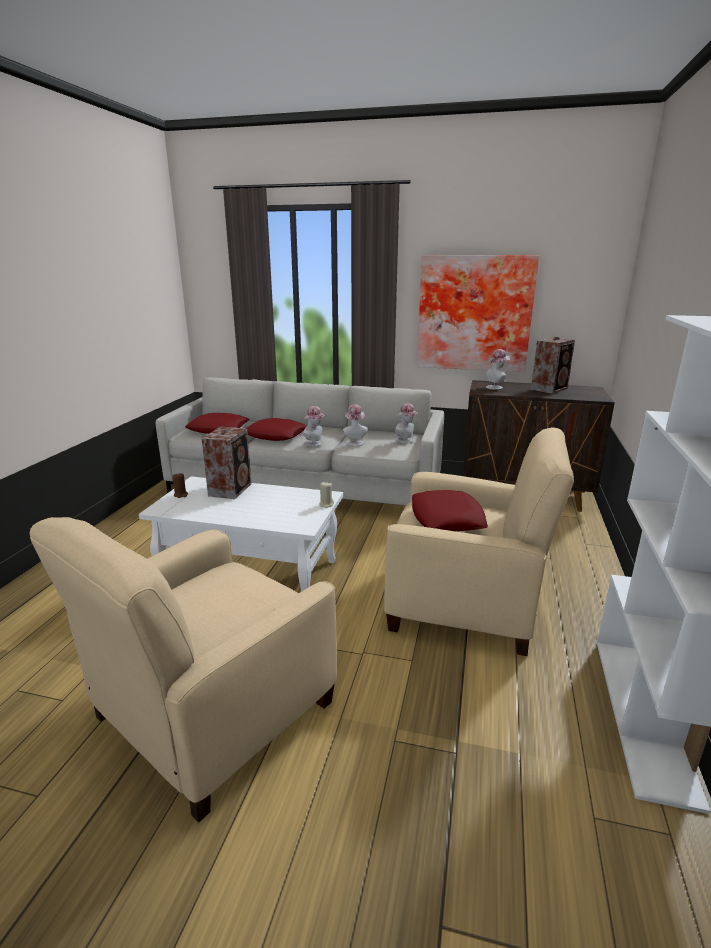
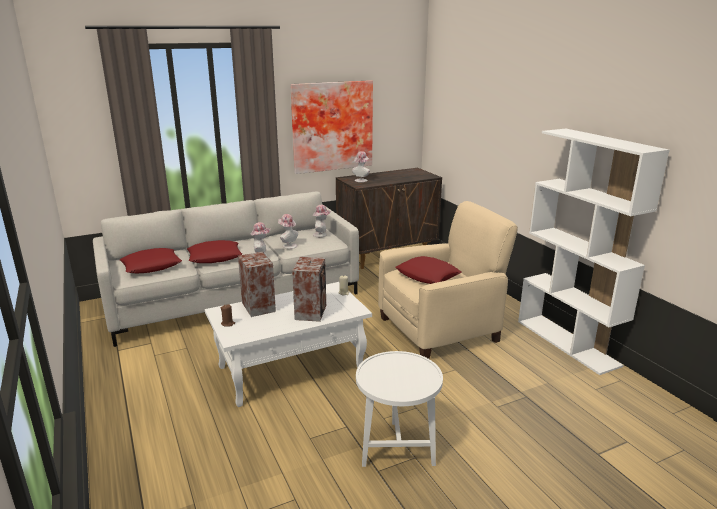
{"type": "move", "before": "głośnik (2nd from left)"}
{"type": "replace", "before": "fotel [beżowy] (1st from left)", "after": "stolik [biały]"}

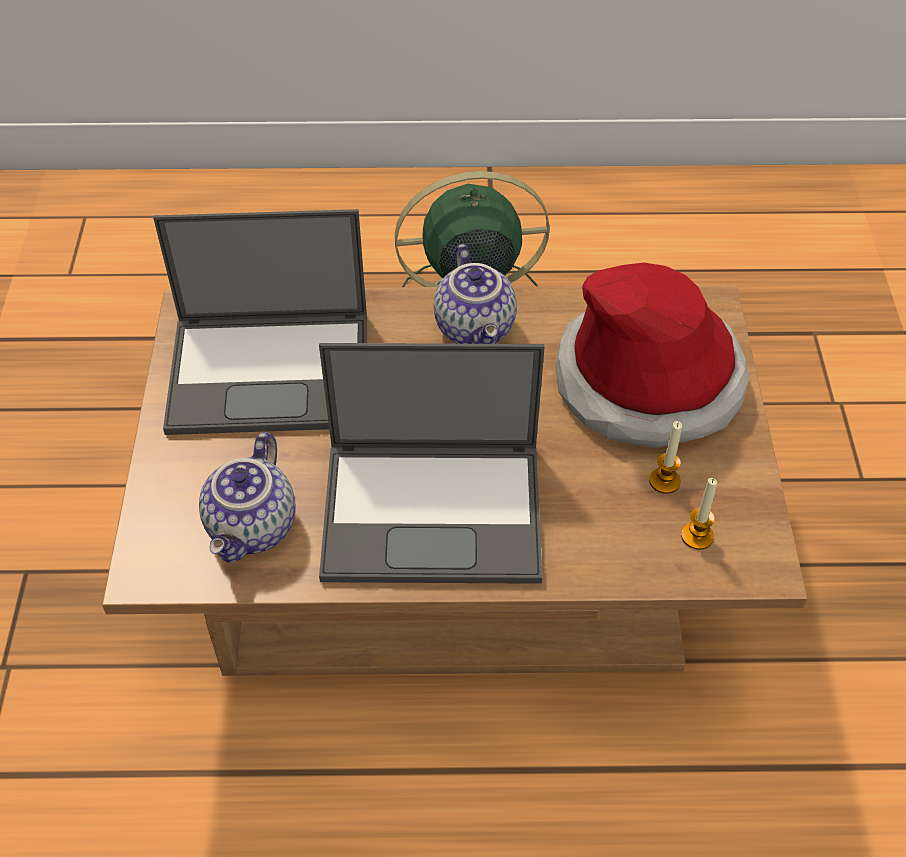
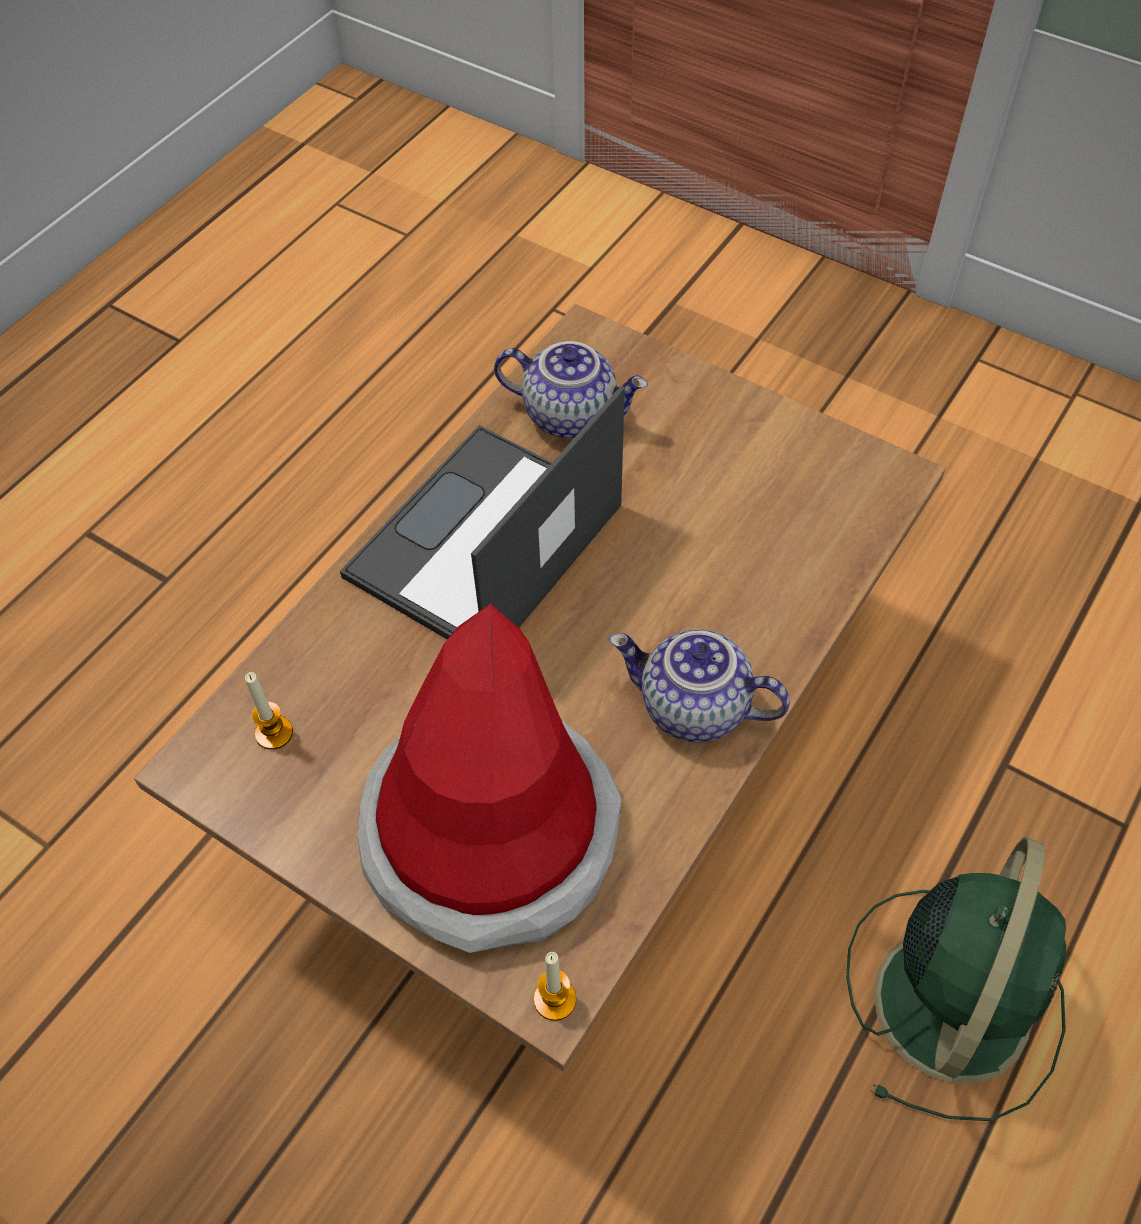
{"type": "rotate", "before": "imbryk (1st from left)", "turn": 150}
{"type": "move", "before": "świeca (1st from left in the first image)", "after": "świeca (2nd from left)"}
{"type": "delete", "before": "laptop (1st from left)"}

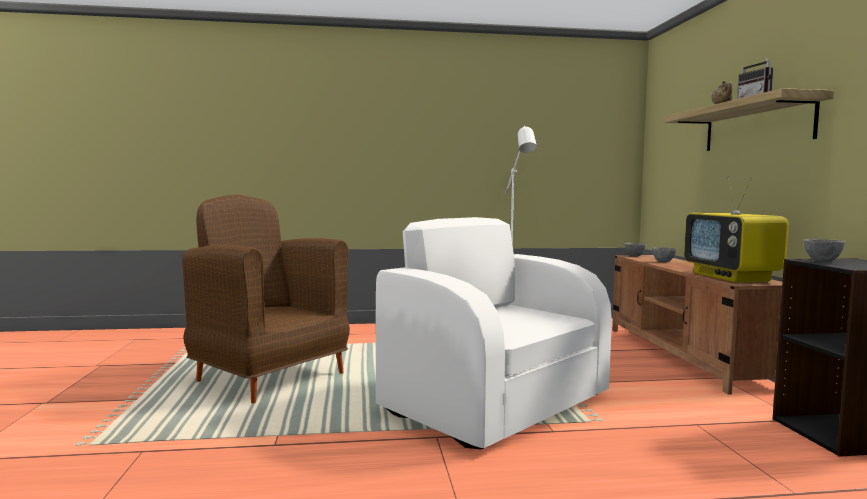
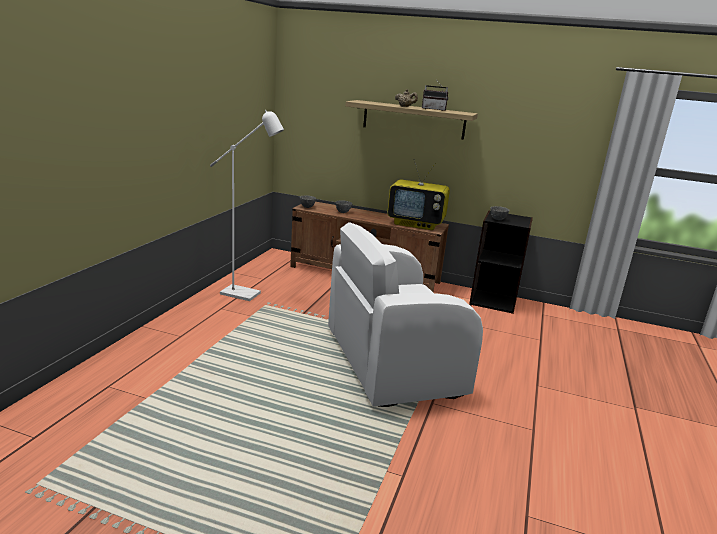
{"type": "delete", "before": "fotel [brązowy]"}

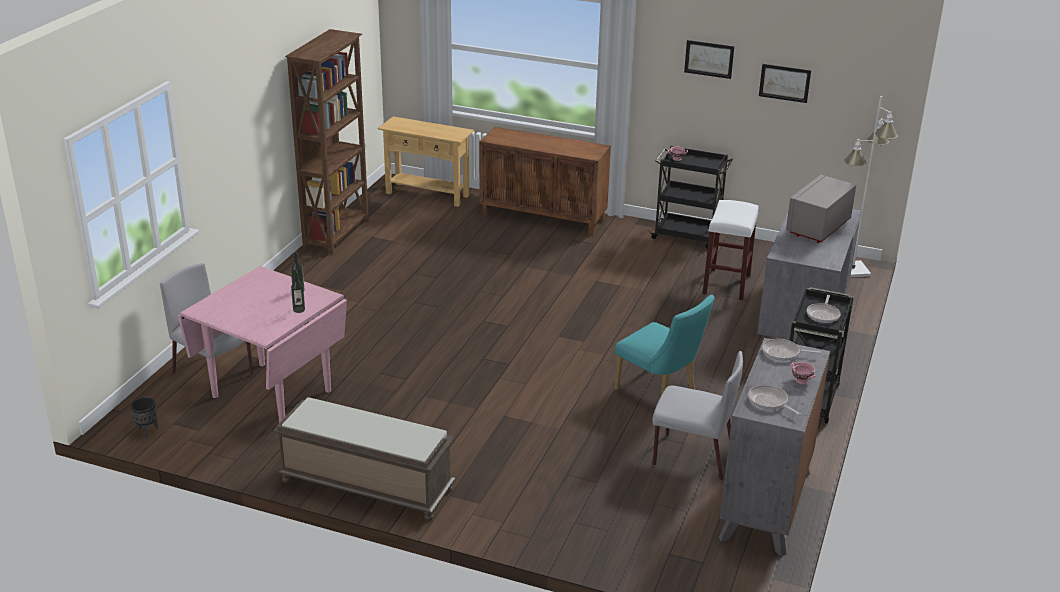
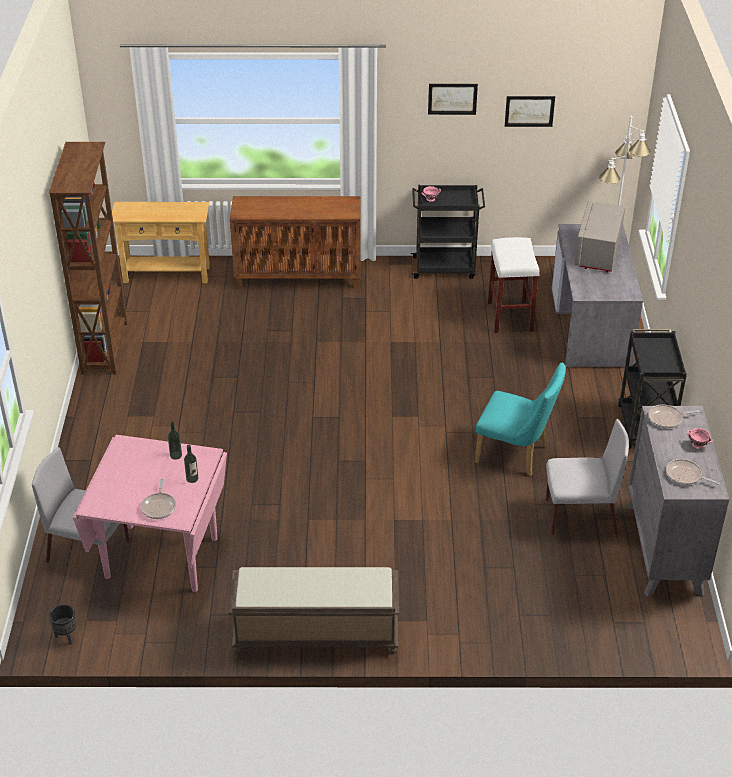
{"type": "move", "before": "patelnia (3rd from left in the first image)", "after": "patelnia (1st from left)"}

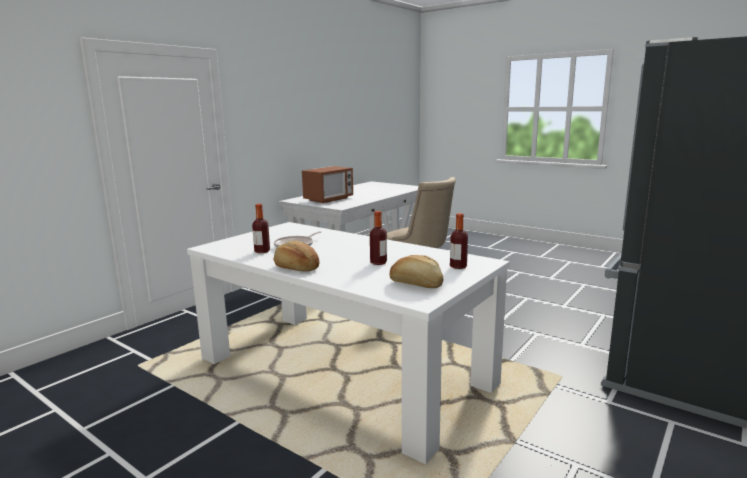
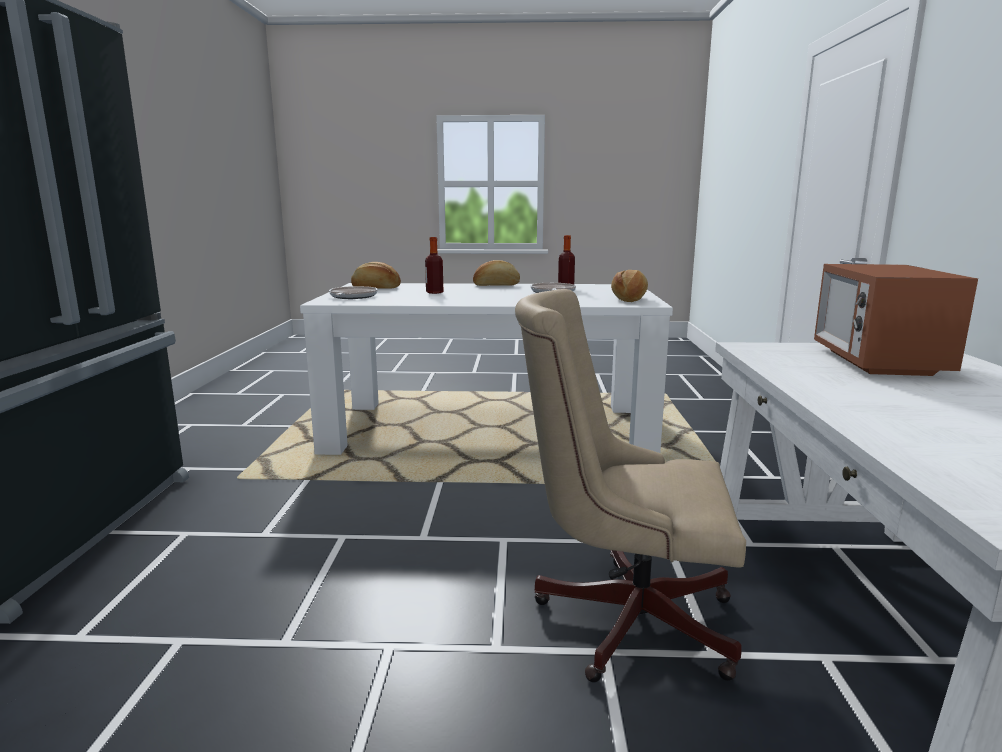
{"type": "replace", "before": "butelka (3rd from left)", "after": "patelnia (1st from left)"}
{"type": "insert", "after": "chleb (3rd from left)"}

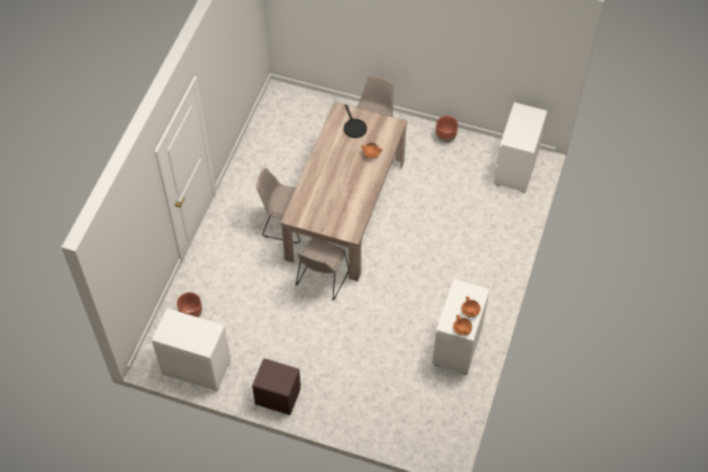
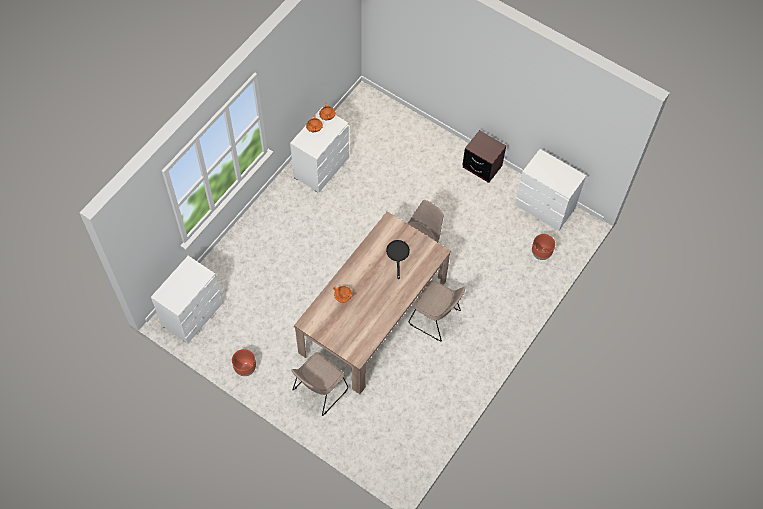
{"type": "move", "before": "patelnia [czarny]"}

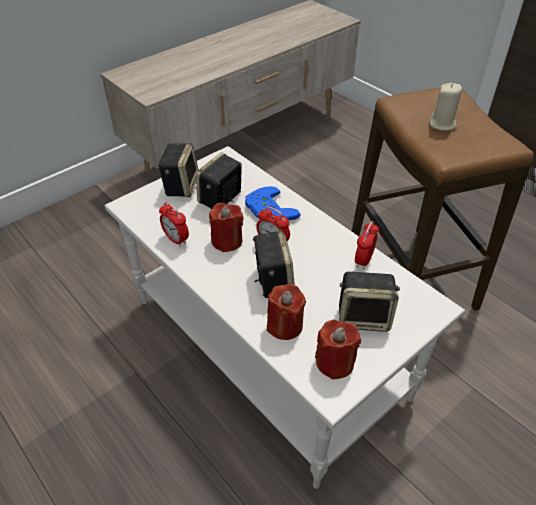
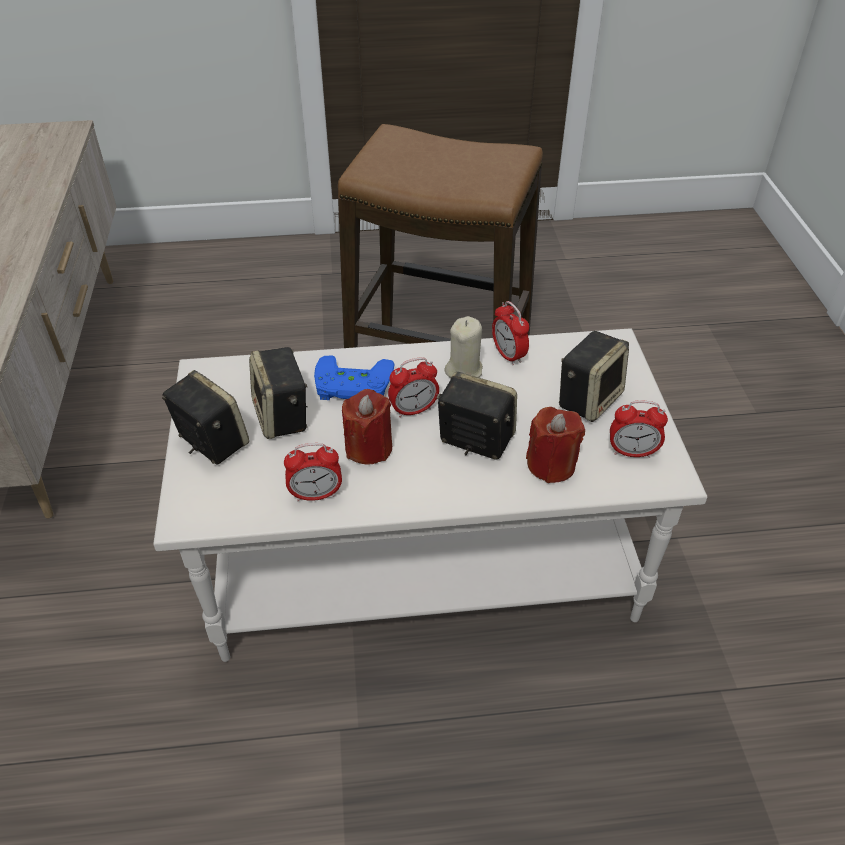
{"type": "move", "before": "świeca [beżowy]"}
{"type": "replace", "before": "świeca [czerwony] (3rd from left)", "after": "budzik (4th from left)"}

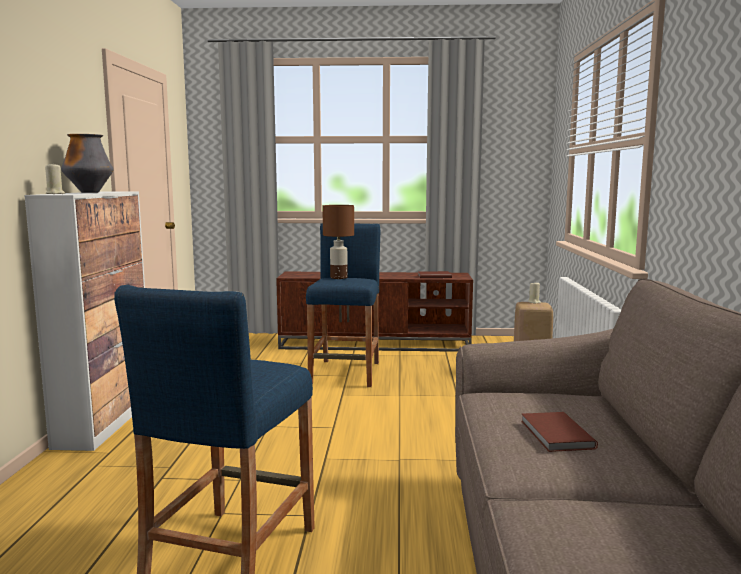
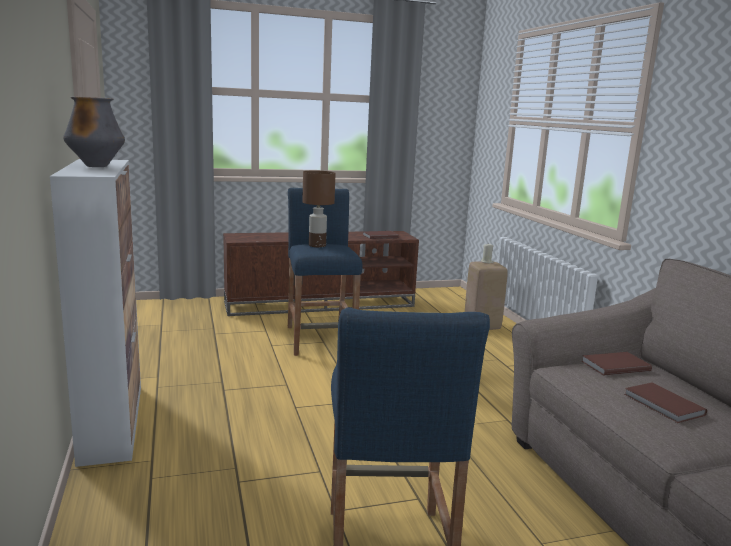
{"type": "insert", "after": "książka [brązowy] (2nd from left)"}
{"type": "delete", "before": "świeca [beżowy] (1st from left)"}

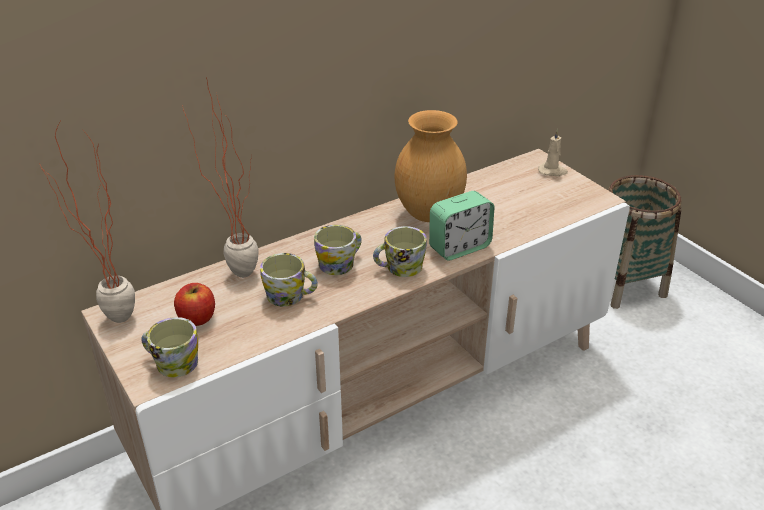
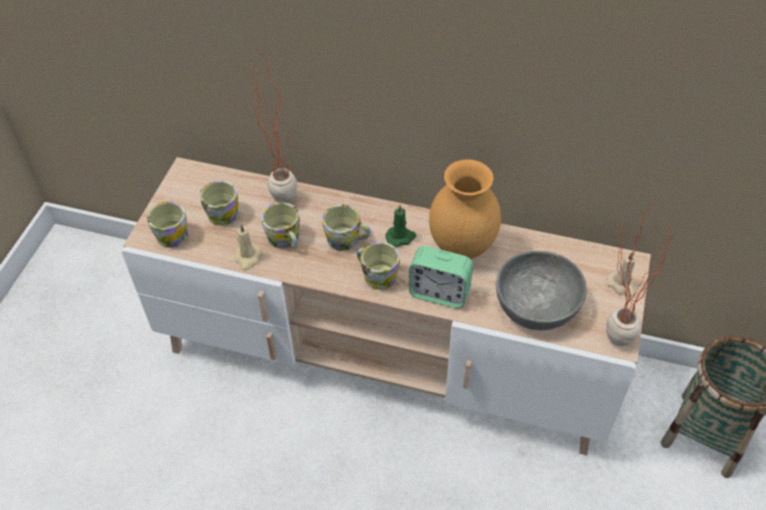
{"type": "replace", "before": "jabłko", "after": "kubek (2nd from left)"}
{"type": "insert", "after": "świeca [beżowy] (1st from left)"}
{"type": "insert", "after": "świeca [zielony]"}
{"type": "insert", "after": "miska [szary]"}
{"type": "move", "before": "roślina doniczkowa (1st from left in the first image)", "after": "roślina doniczkowa (2nd from left)"}

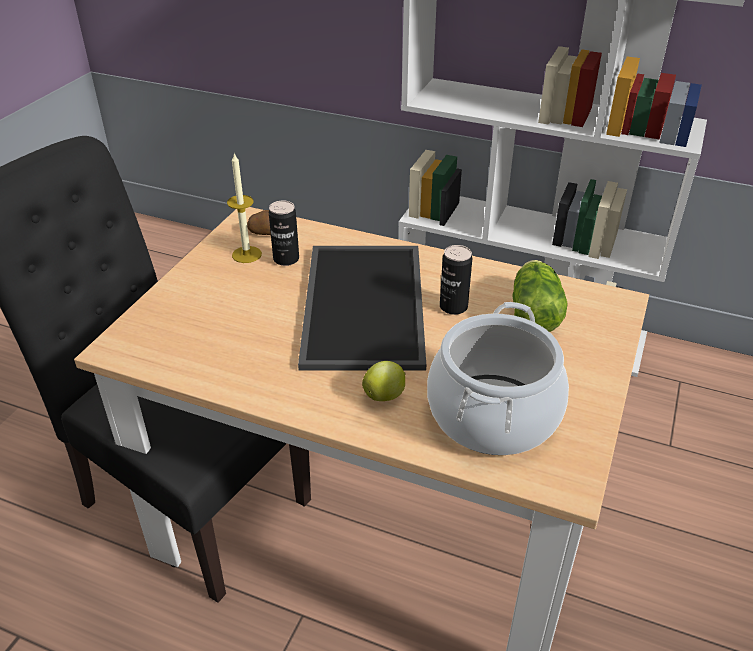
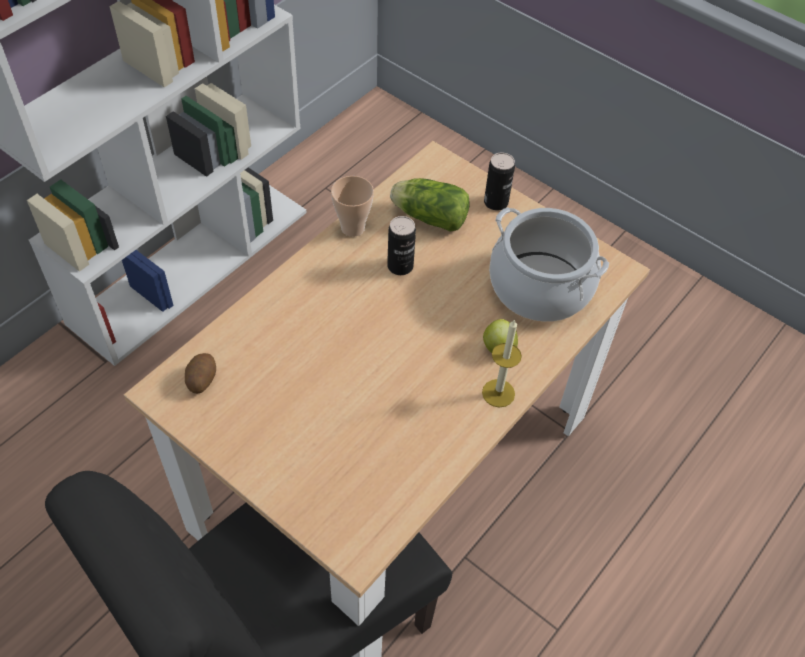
{"type": "insert", "after": "filiżanka"}
{"type": "move", "before": "świeca"}
{"type": "move", "before": "puszka (1st from left in the first image)", "after": "puszka (2nd from left)"}
{"type": "delete", "before": "taca"}

